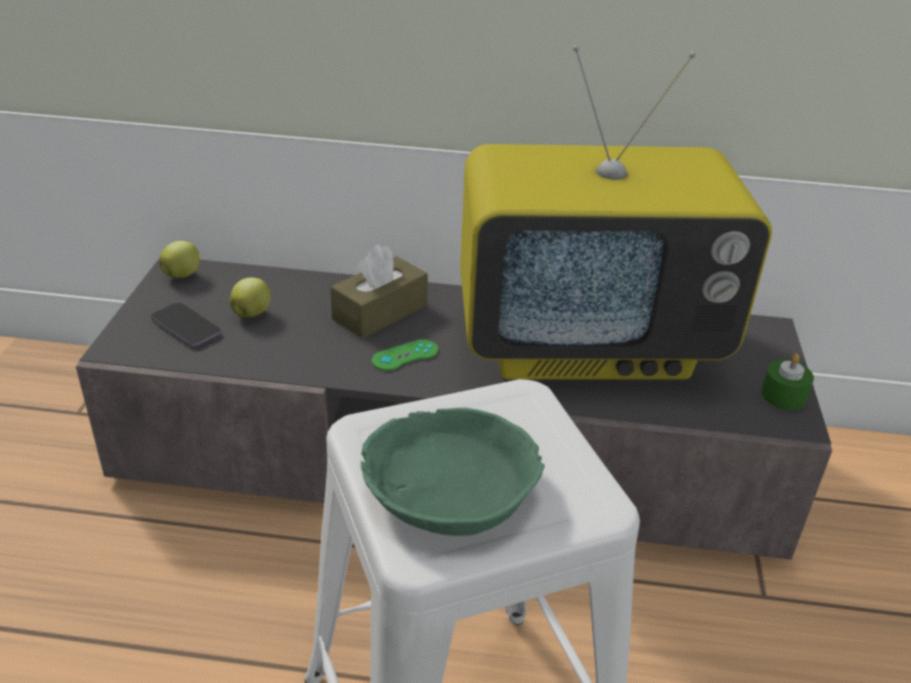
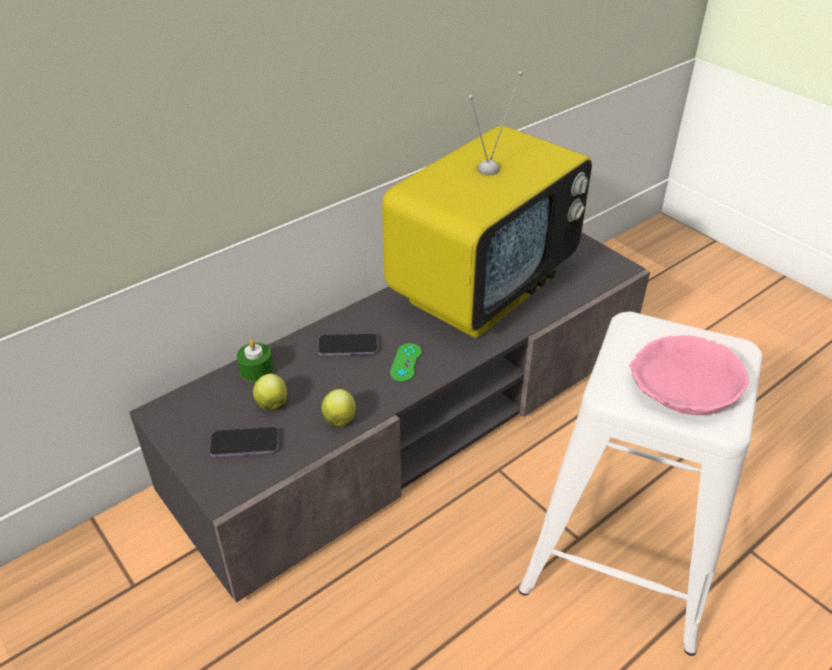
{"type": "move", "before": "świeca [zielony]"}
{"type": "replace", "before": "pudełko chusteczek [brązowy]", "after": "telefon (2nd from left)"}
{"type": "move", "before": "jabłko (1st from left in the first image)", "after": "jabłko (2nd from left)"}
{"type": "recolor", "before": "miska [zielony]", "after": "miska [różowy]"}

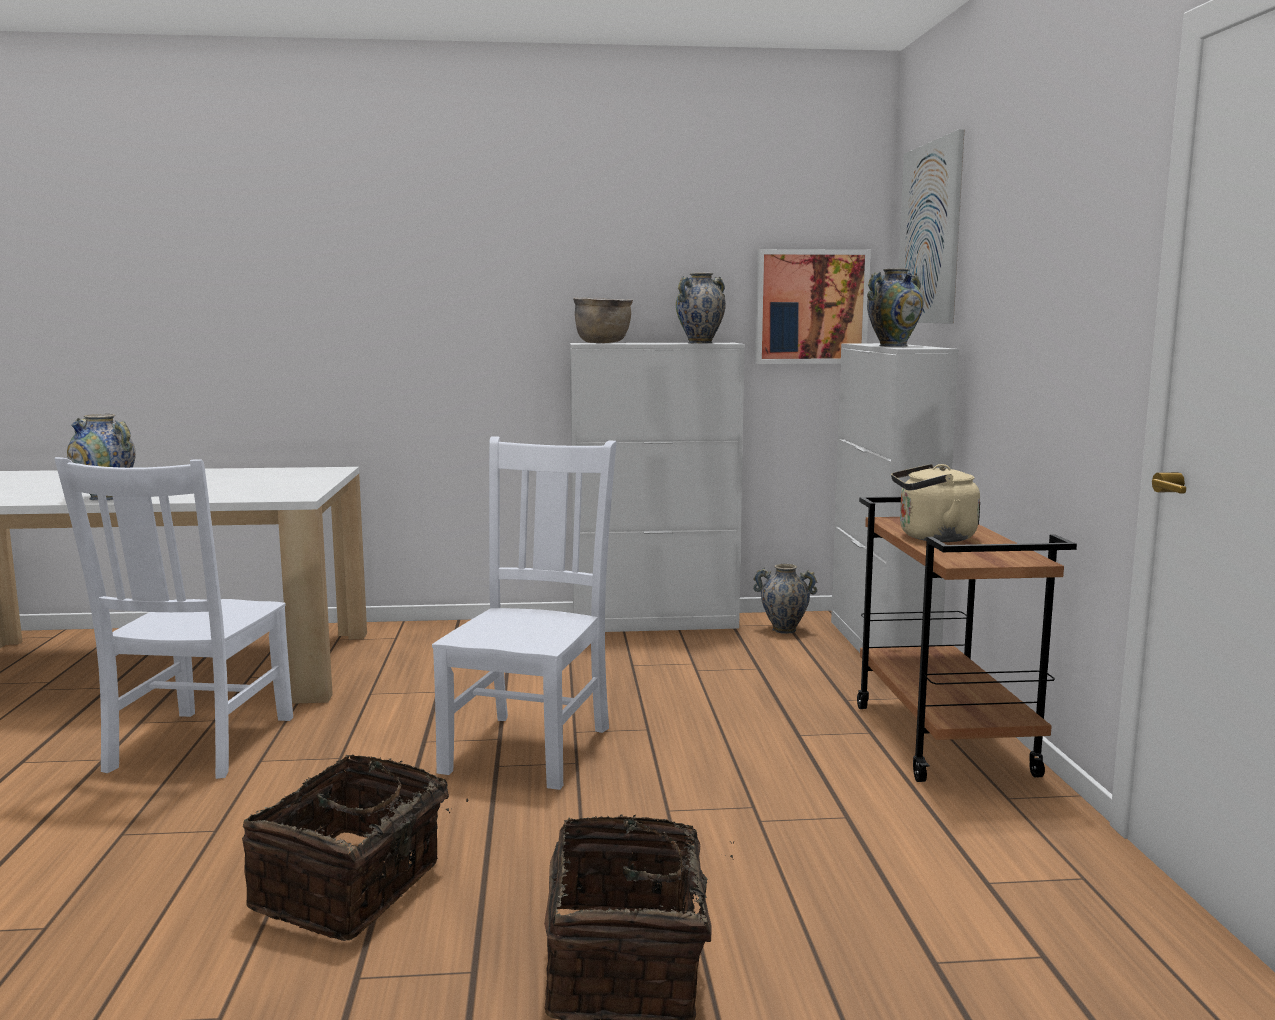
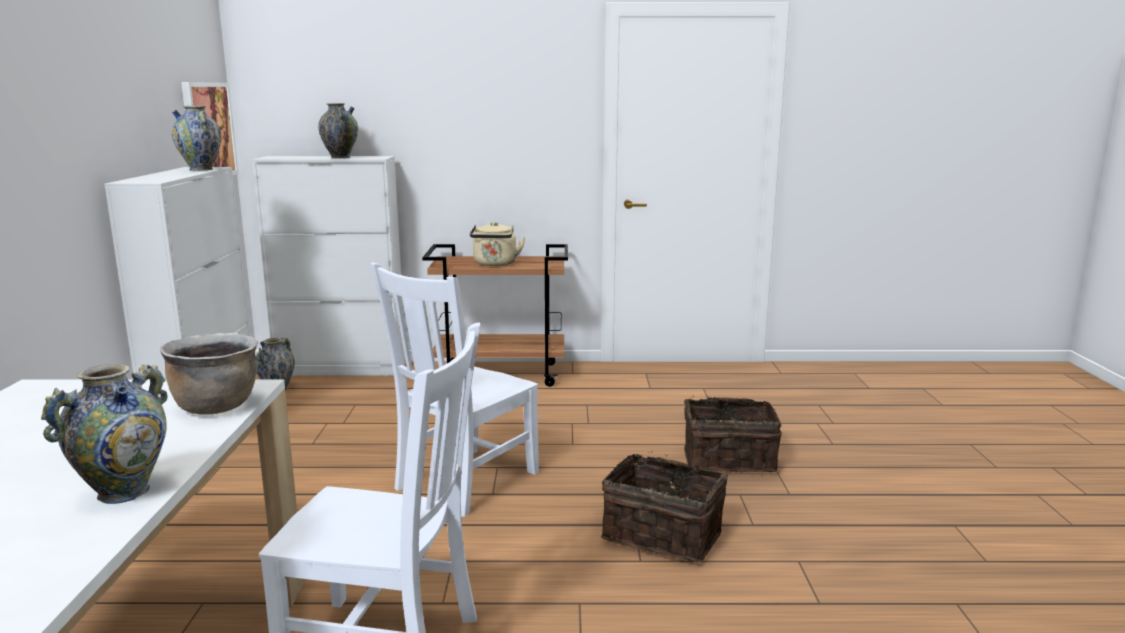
{"type": "move", "before": "garnek [brązowy]"}
{"type": "rotate", "before": "krzesło [biały] (2nd from left)", "turn": -75}
{"type": "delete", "before": "obraz (2nd from left)"}

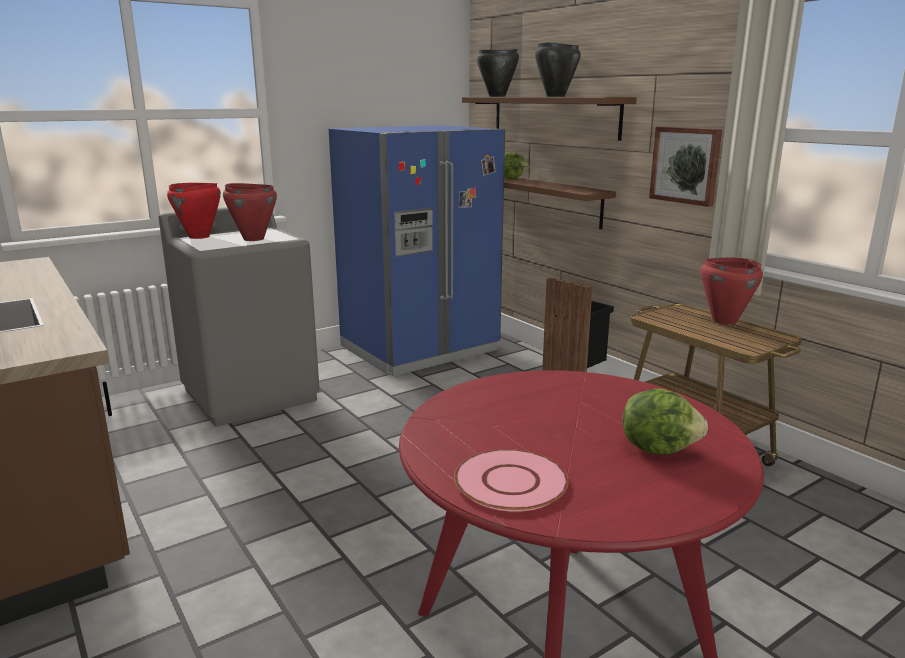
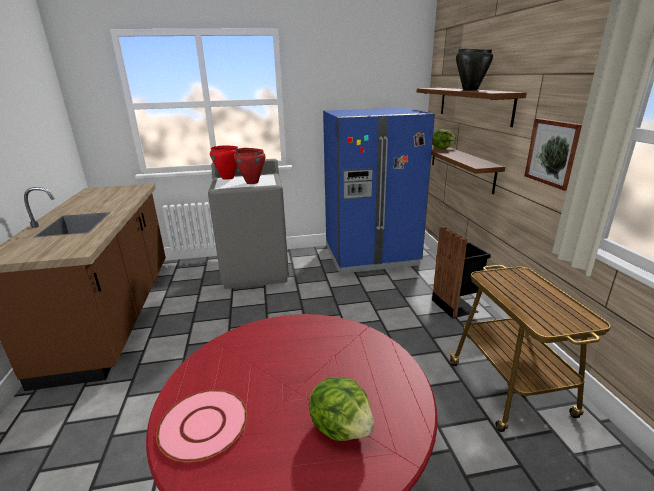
{"type": "delete", "before": "garnek [czarny] (1st from left)"}
{"type": "delete", "before": "garnek [czerwony] (3rd from left)"}

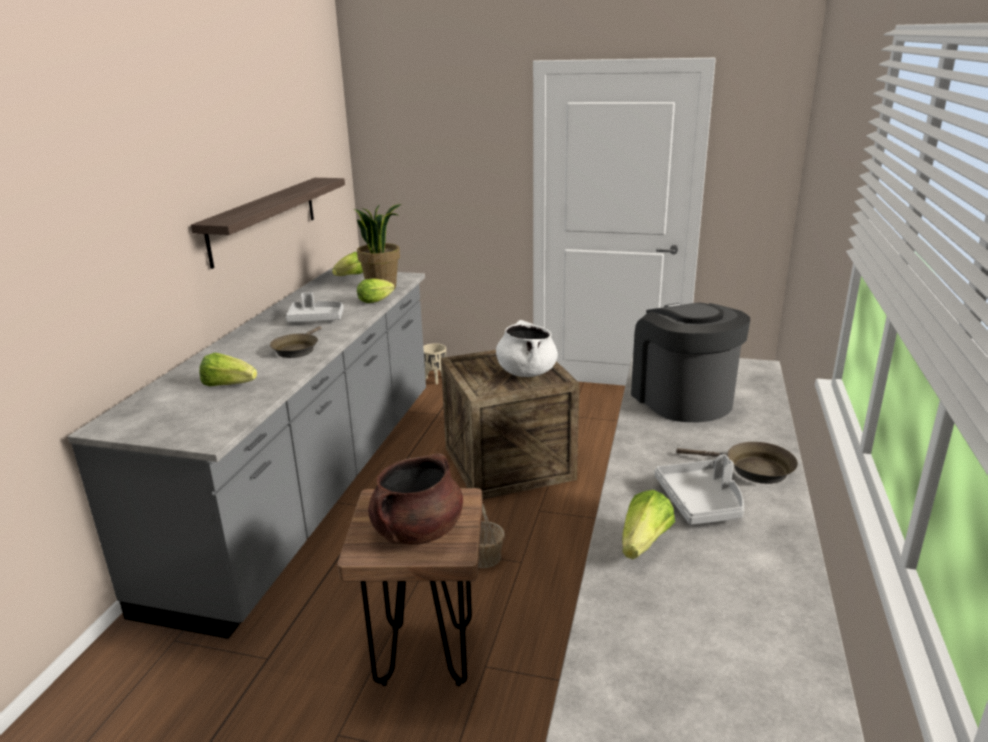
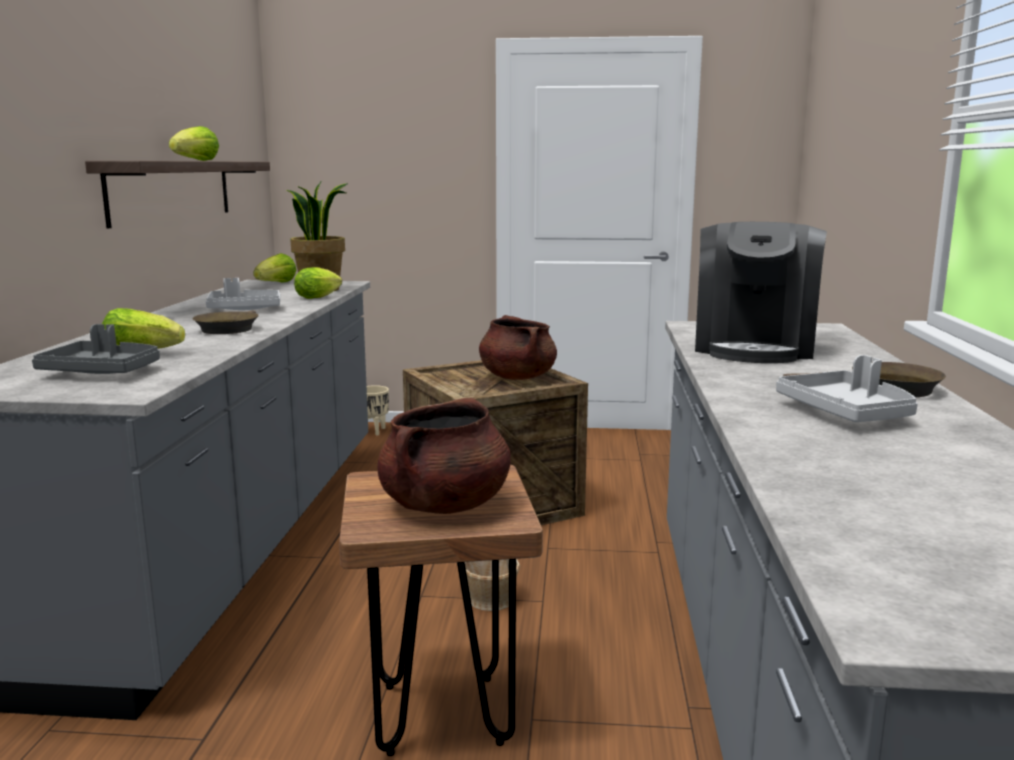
{"type": "insert", "after": "taca [szary] (1st from left)"}
{"type": "move", "before": "sałata (4th from left in the first image)", "after": "sałata (2nd from left)"}
{"type": "recolor", "before": "garnek [biały]", "after": "garnek [brązowy] (2nd from left)"}
{"type": "rotate", "before": "ekspres do kawy", "turn": -135}

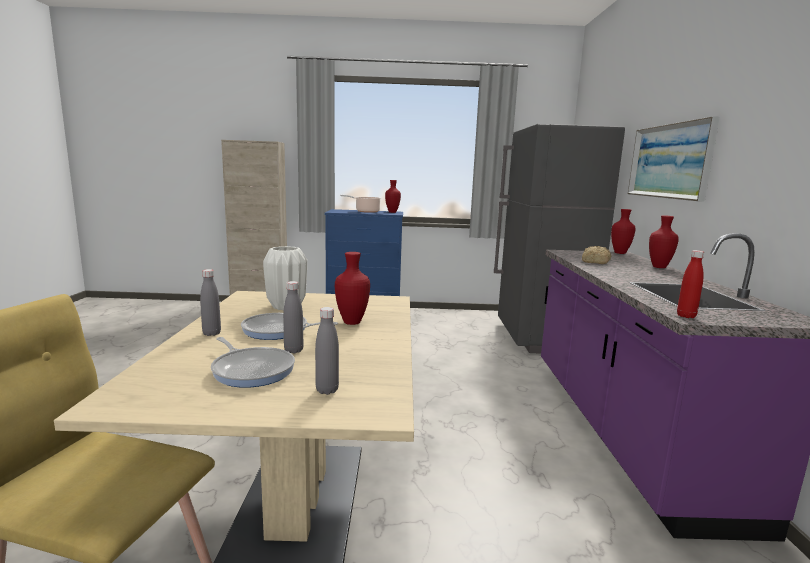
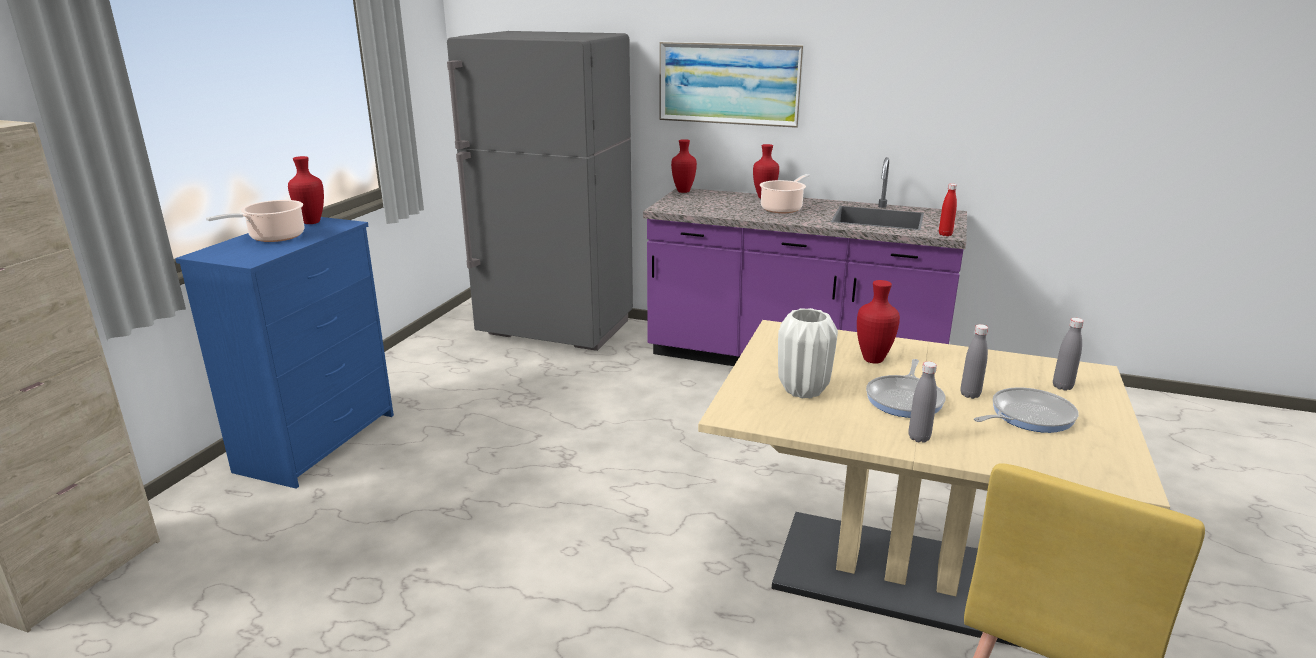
{"type": "insert", "after": "garnek (2nd from left)"}
{"type": "delete", "before": "chleb"}

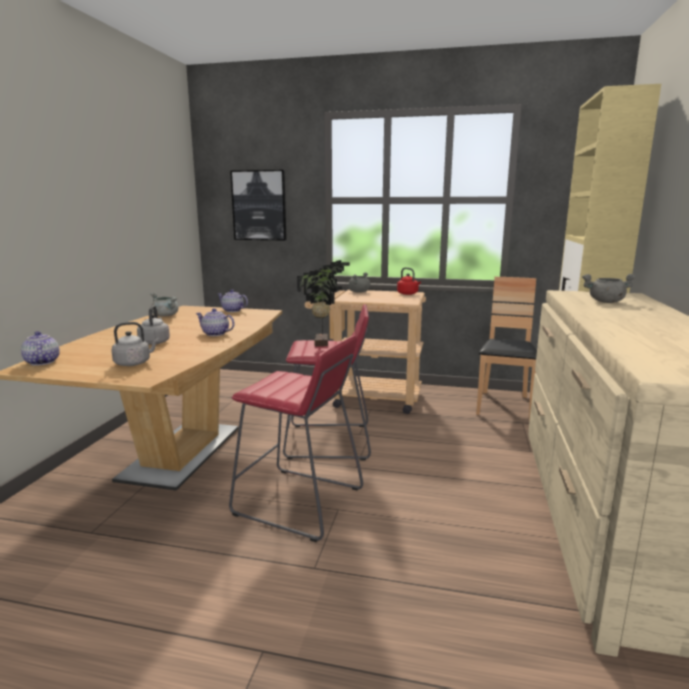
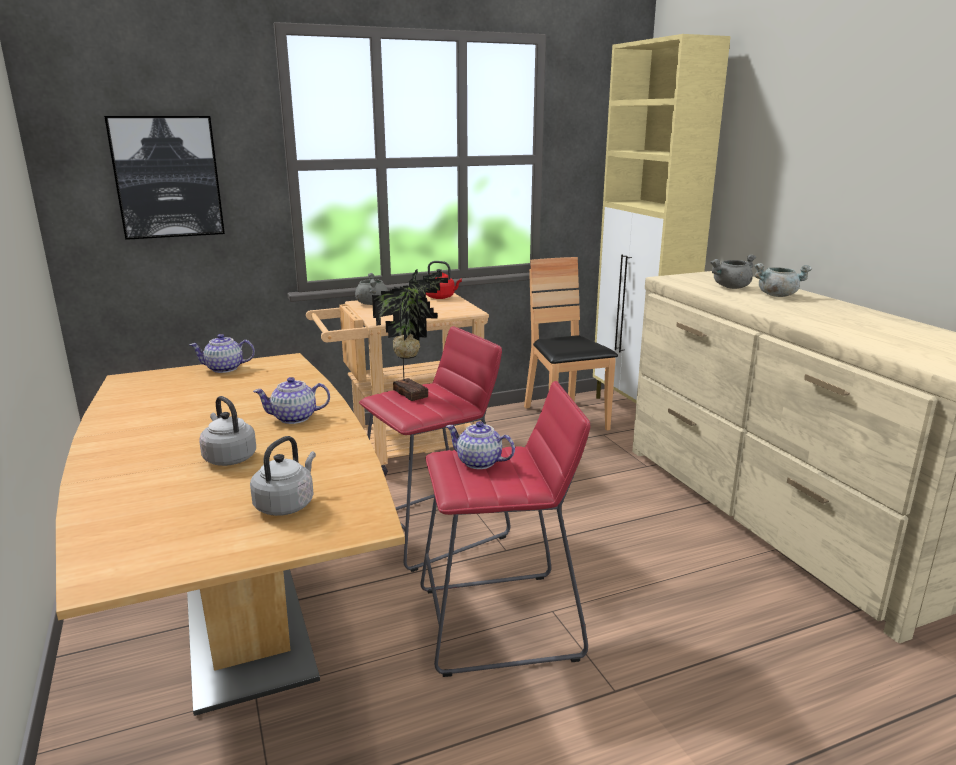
{"type": "move", "before": "imbryk (1st from left in the first image)", "after": "imbryk (3rd from left)"}
{"type": "move", "before": "garnek [szary] (1st from left in the first image)", "after": "garnek [szary] (3rd from left)"}

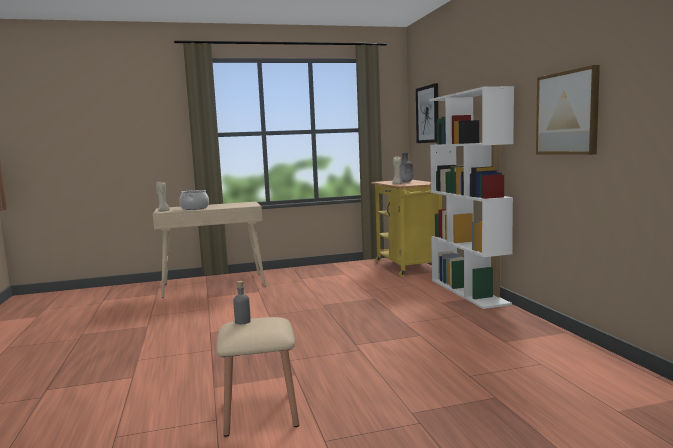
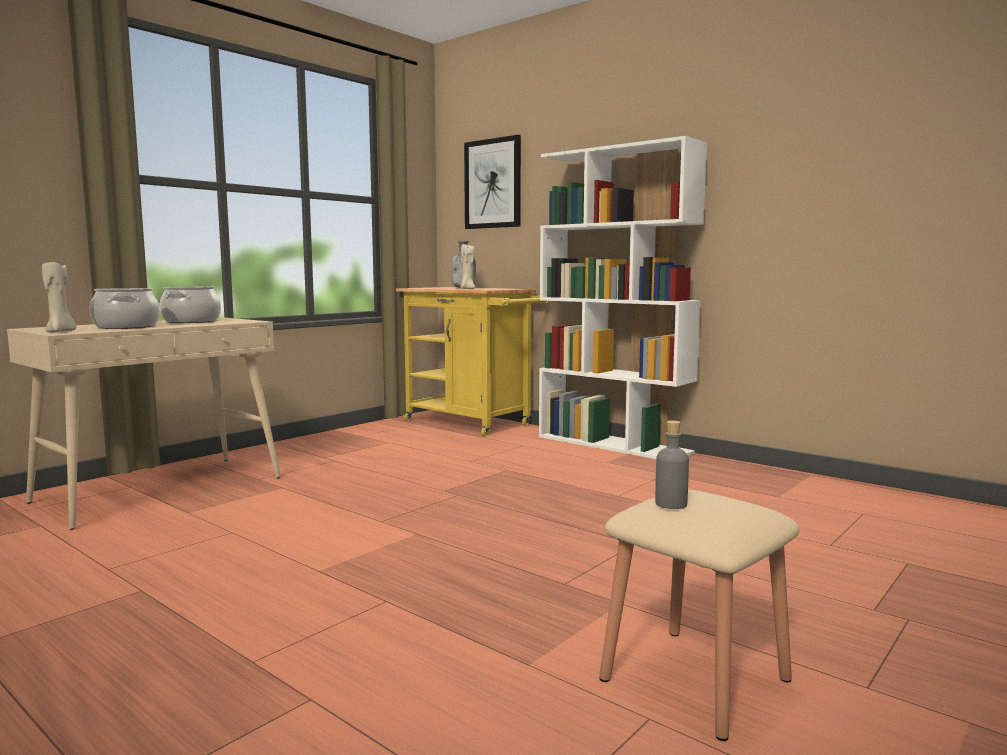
{"type": "insert", "after": "garnek (2nd from left)"}
{"type": "delete", "before": "obraz (2nd from left)"}

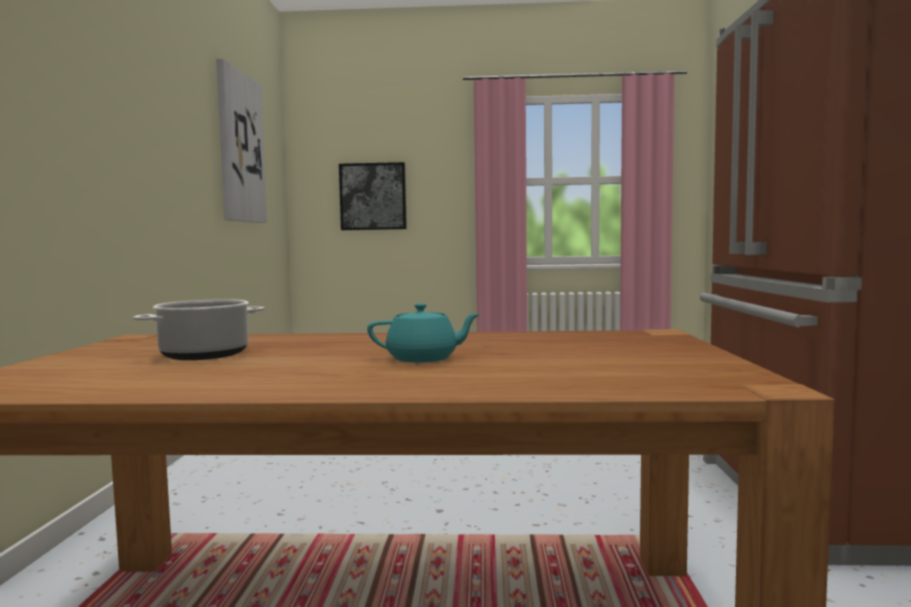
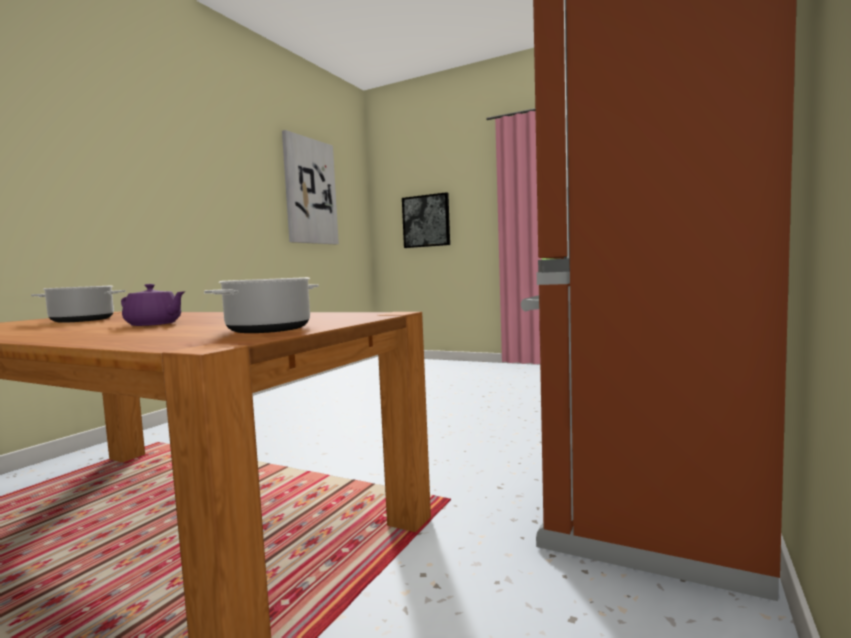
{"type": "recolor", "before": "imbryk [turkusowy]", "after": "imbryk [fioletowy]"}
{"type": "insert", "after": "garnek (2nd from left)"}

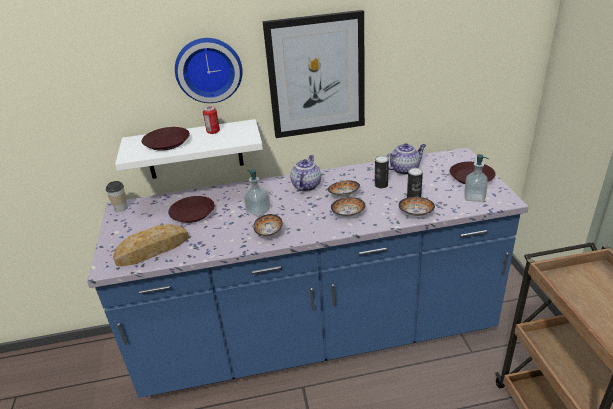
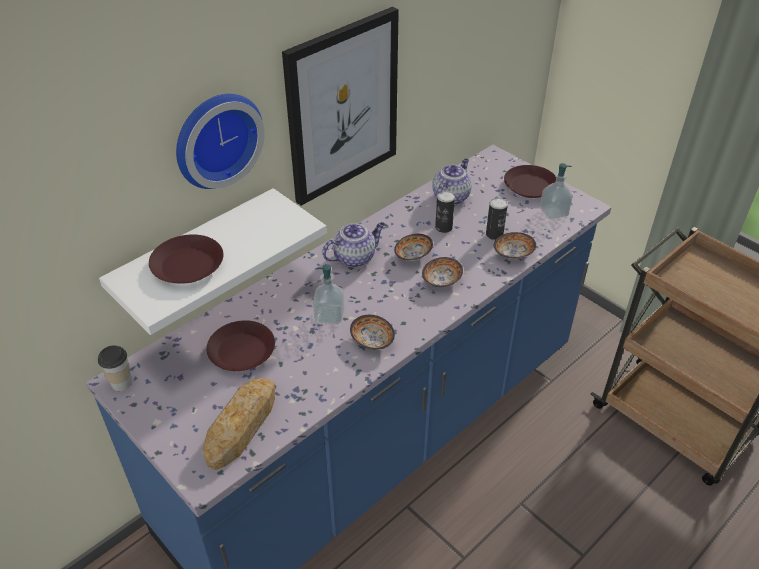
{"type": "rotate", "before": "imbryk (1st from left)", "turn": 75}
{"type": "delete", "before": "puszka (1st from left)"}

